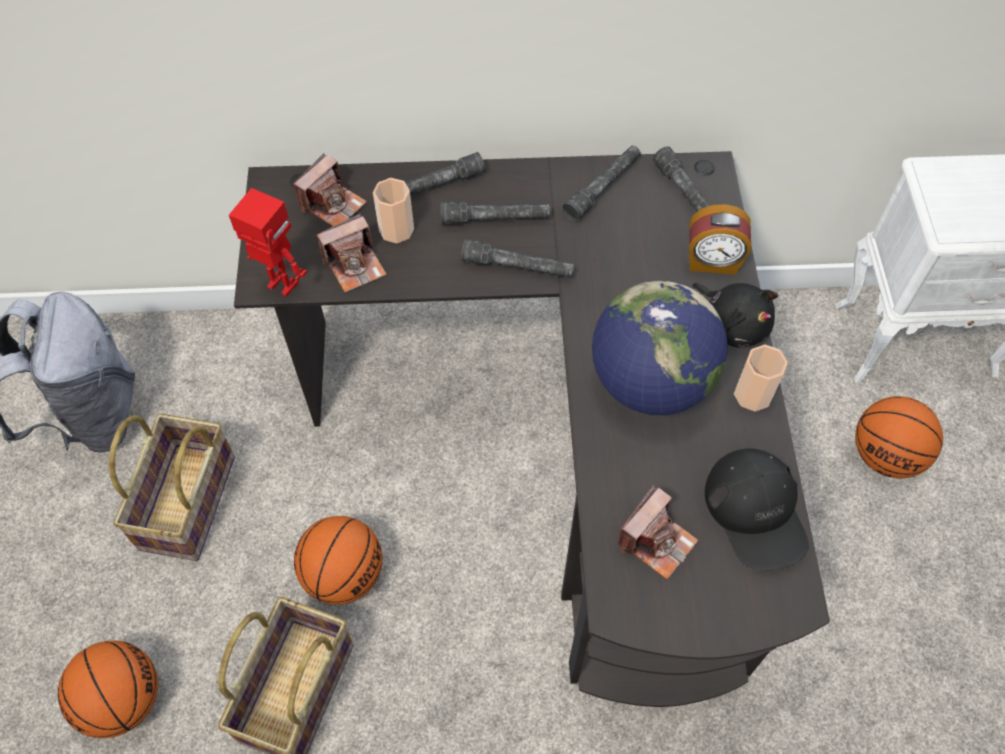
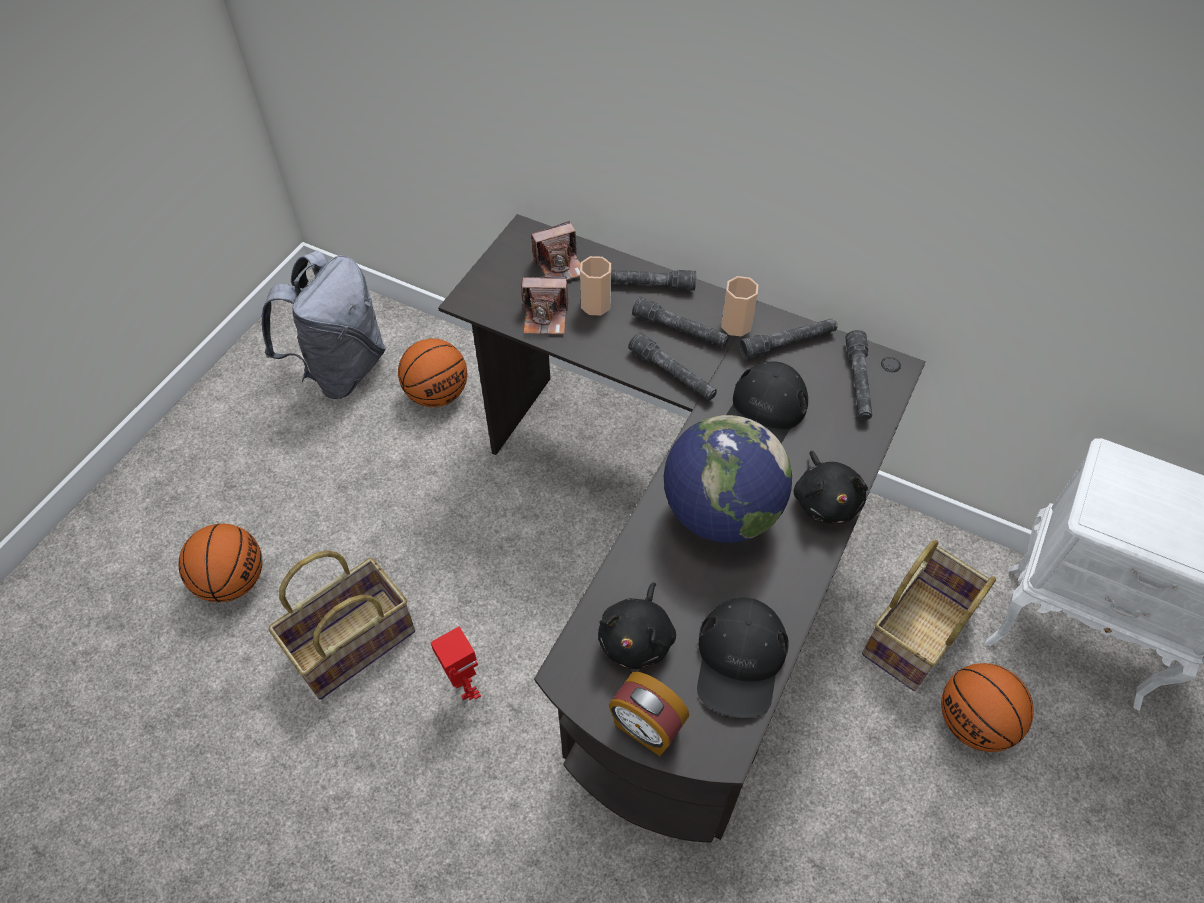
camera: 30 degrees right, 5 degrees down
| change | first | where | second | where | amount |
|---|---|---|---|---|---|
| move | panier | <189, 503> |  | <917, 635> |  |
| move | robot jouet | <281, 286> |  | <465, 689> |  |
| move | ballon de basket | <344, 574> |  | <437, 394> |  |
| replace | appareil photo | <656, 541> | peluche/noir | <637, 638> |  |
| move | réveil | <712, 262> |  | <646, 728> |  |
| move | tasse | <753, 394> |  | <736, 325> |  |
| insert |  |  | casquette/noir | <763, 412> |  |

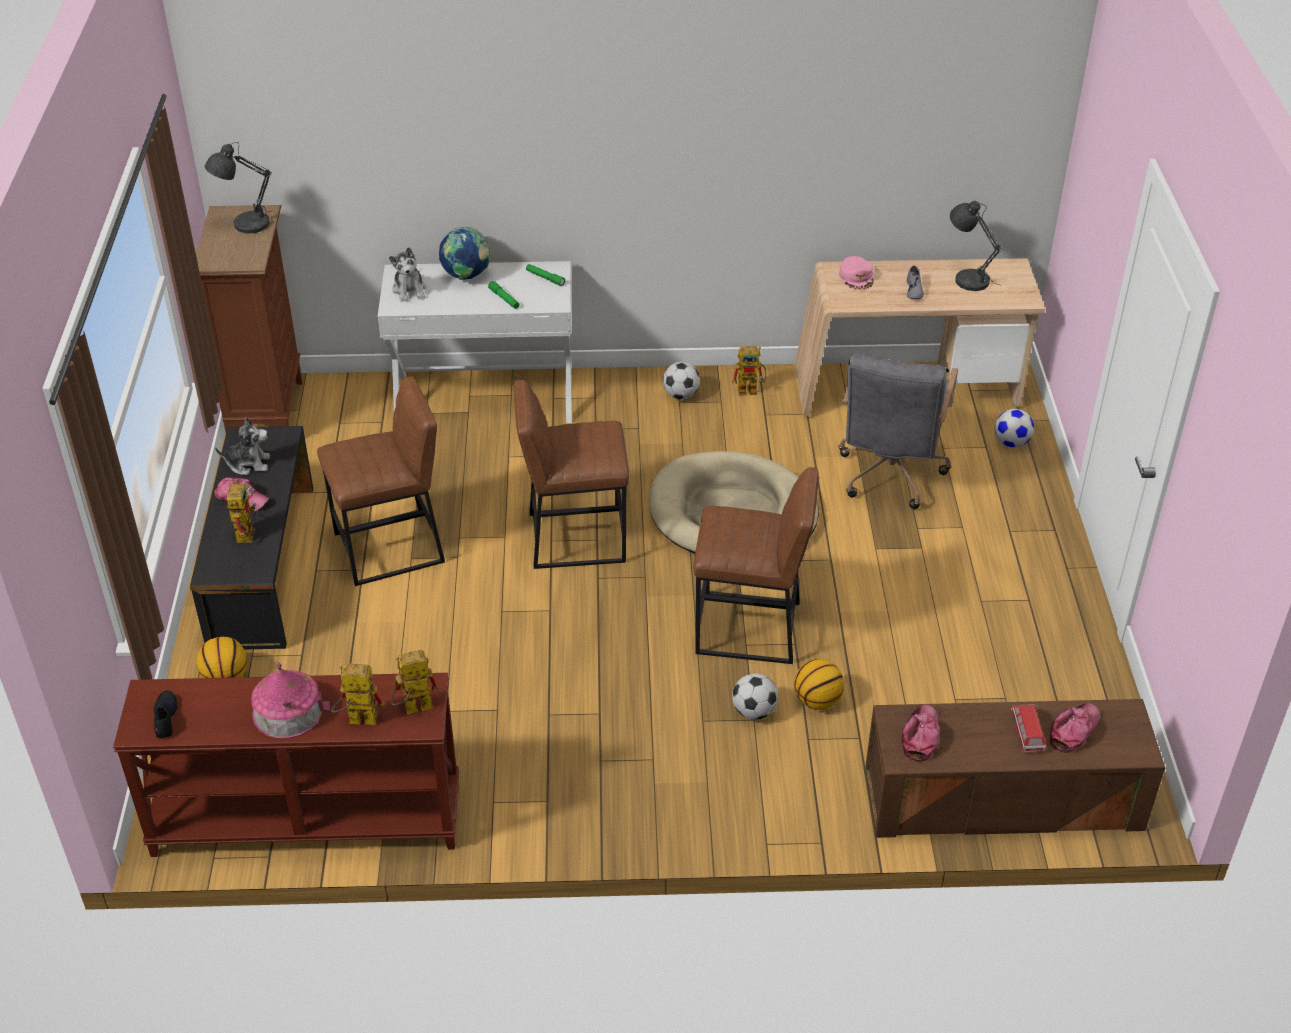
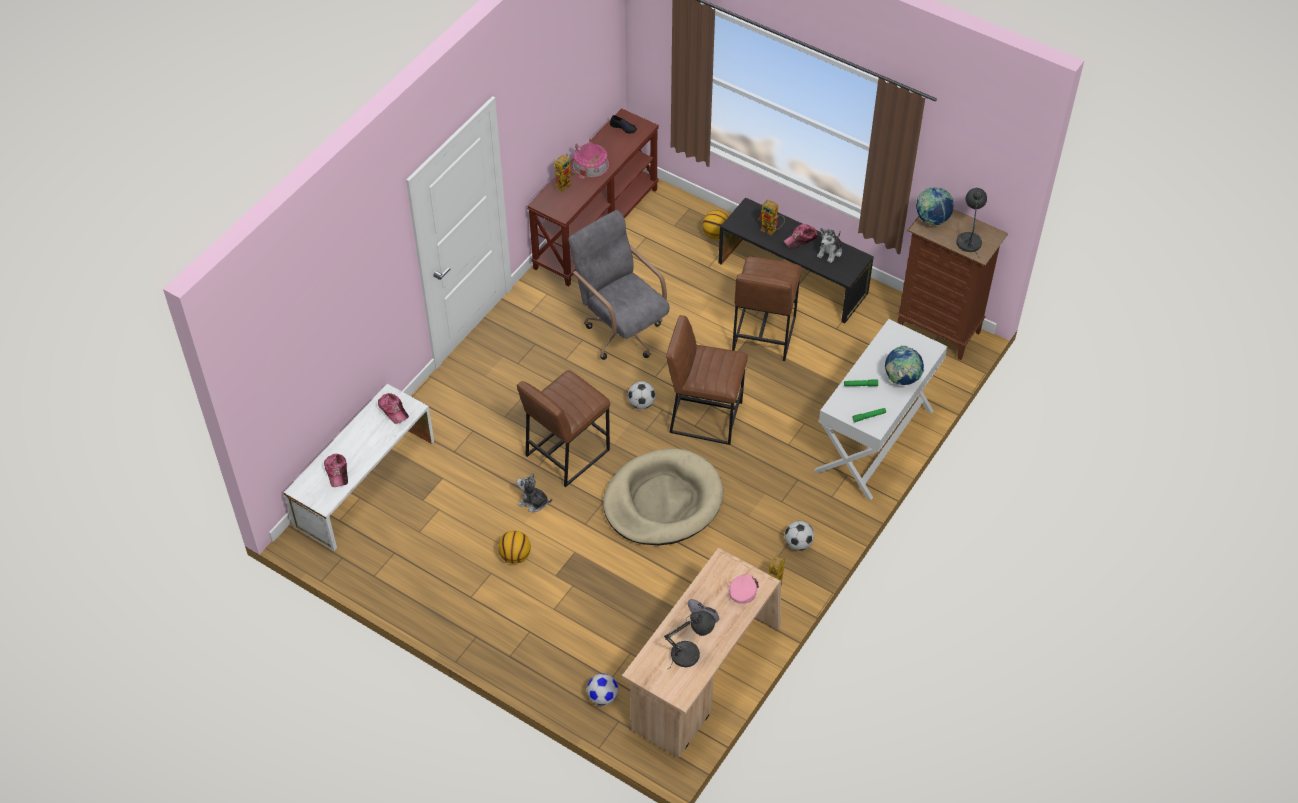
camera: 125 degrees right, 10 degrees up
| change | first | where | second | where | amount |
|---|---|---|---|---|---|
| move | peluche | <409, 290> |  | <533, 502> |  |
| delete | robot jouet | <412, 709> |  |  |  |
| rotate | chaise/marron | <574, 537> |  | <704, 417> | 105 degrees counterclockwise |
| move | ballon de foot | <754, 711> |  | <641, 403> |  |
| move | ballon de basket | <817, 701> |  | <515, 556> |  |
| rotate | casquette/rose | <856, 277> |  | <743, 590> | 90 degrees clockwise |
| move | chaise de bureau/gris | <889, 479> |  | <620, 332> |  |
| recolor | banc/marron | <1001, 801> | banc/blanc | <364, 481> |  |
| delete | petite voiture | <1027, 732> |  |  |  |
| insert |  |  | globe | <931, 219> |  |

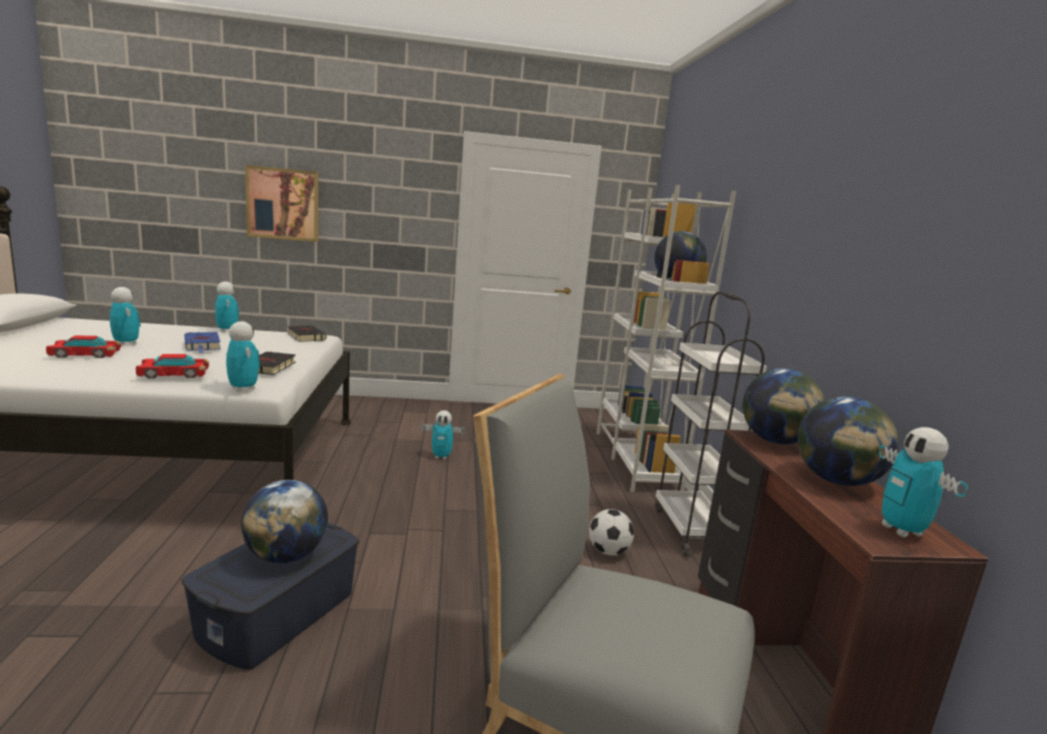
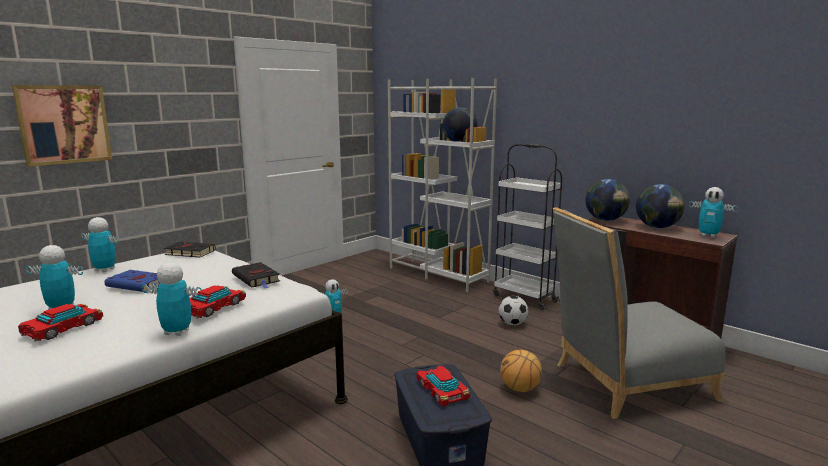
camera: 40 degrees left, 0 degrees up
| change | first | where | second | where | amount |
|---|---|---|---|---|---|
| move | robot jouet | <243, 388> |  | <176, 332> |  |
| replace | globe | <286, 556> | petite voiture | <442, 390> |  |
| insert |  |  | ballon de basket | <520, 389> |  |

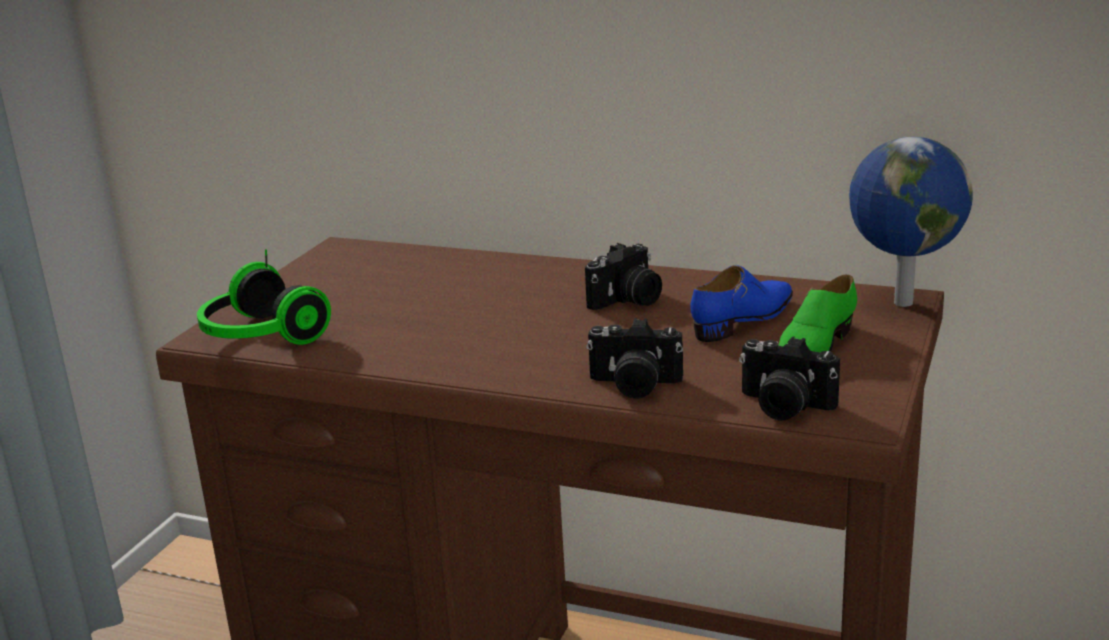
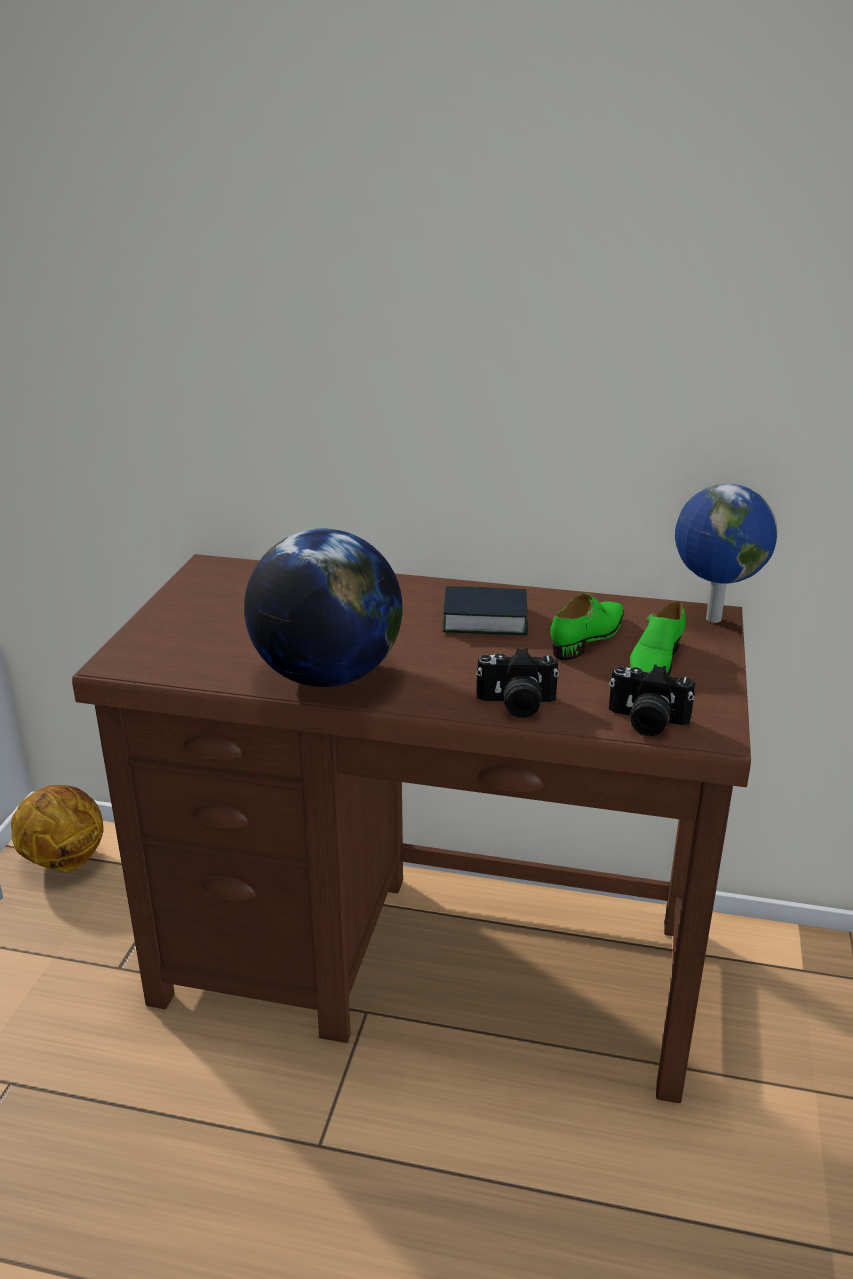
camera: 10 degrees left, 5 degrees up
| change | first | where | second | where | amount |
|---|---|---|---|---|---|
| delete | casque audio | <259, 336> |  |  |  |
| replace | appareil photo | <628, 301> | livre | <484, 619> |  |
| recolor | chaussure/bleu | <745, 319> | chaussure/vert | <589, 637> |  |
| insert |  |  | ballon de basket | <64, 860> |  |
| insert |  |  | globe | <327, 676> |  |

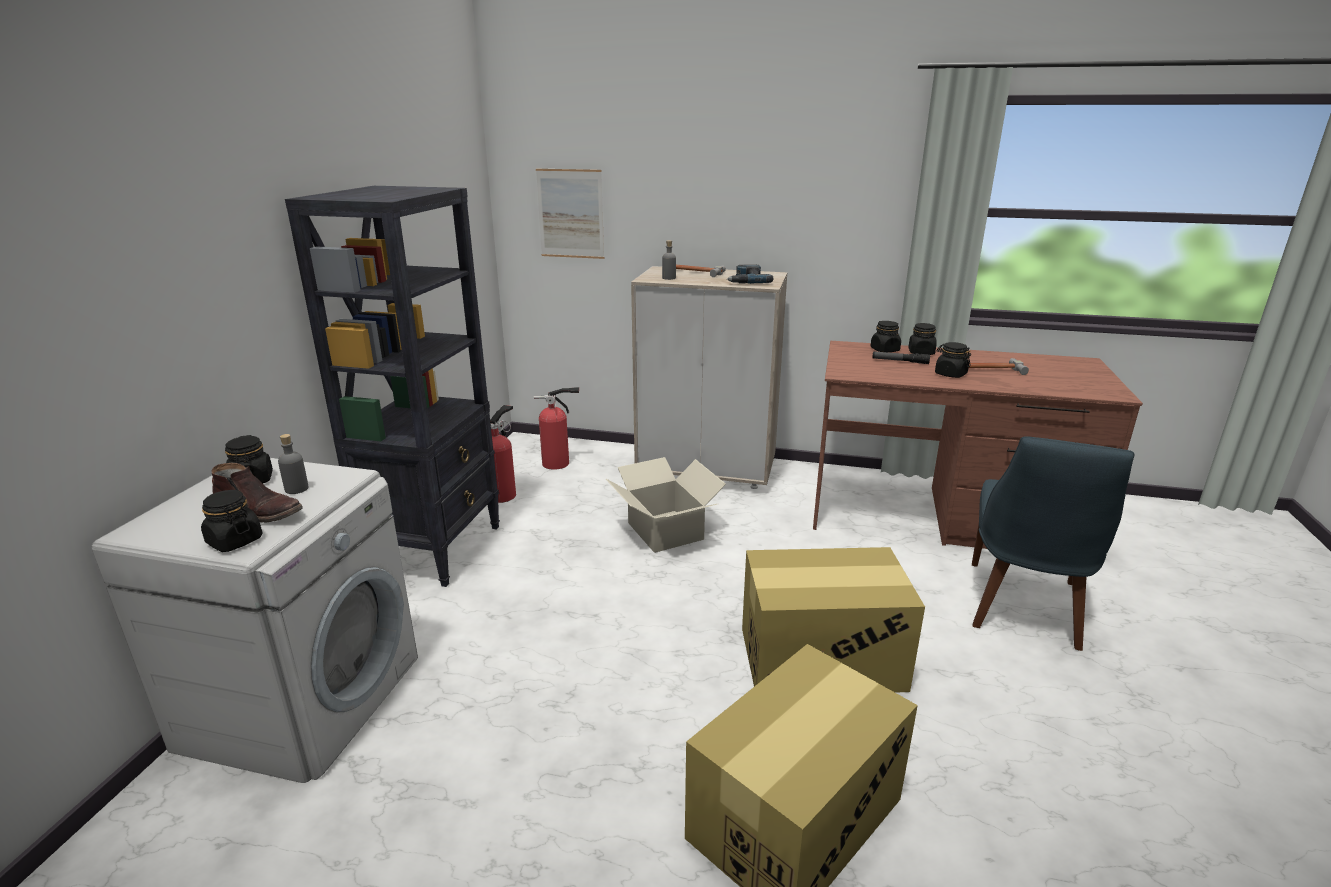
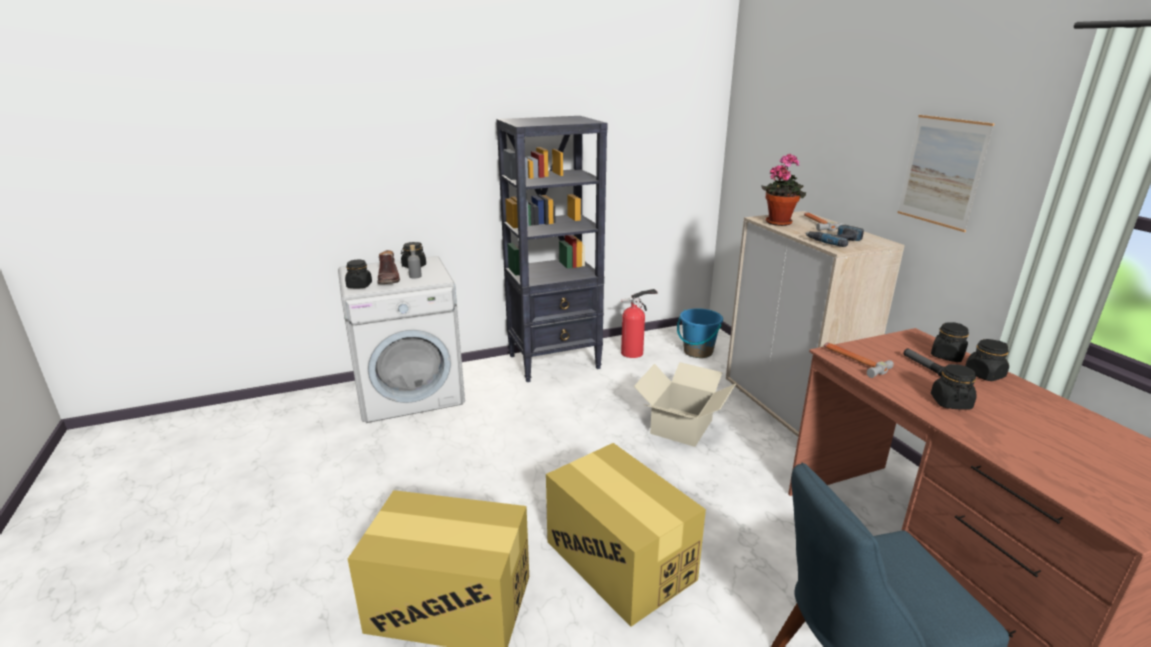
camera: 55 degrees right, 0 degrees up
| change | first | where | second | where | amount |
|---|---|---|---|---|---|
| replace | extincteur | <559, 463> | seau/bleu | <698, 352> |  |
| move | tableau | <570, 214> |  | <942, 172> |  |
| replace | bouteille/gris | <669, 278> | plante en pot | <779, 222> |  |
| move | marteau | <990, 369> |  | <853, 361> |  |

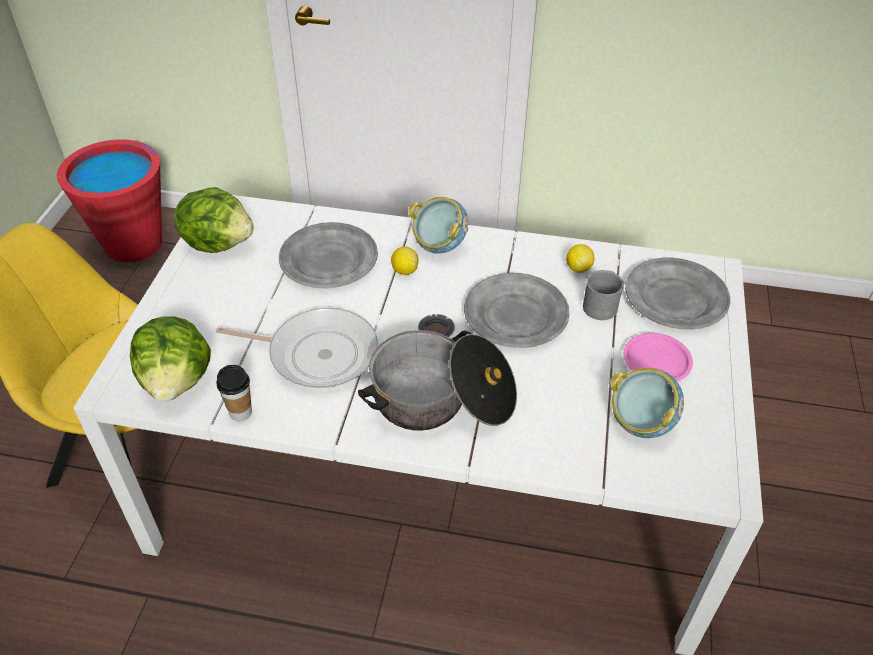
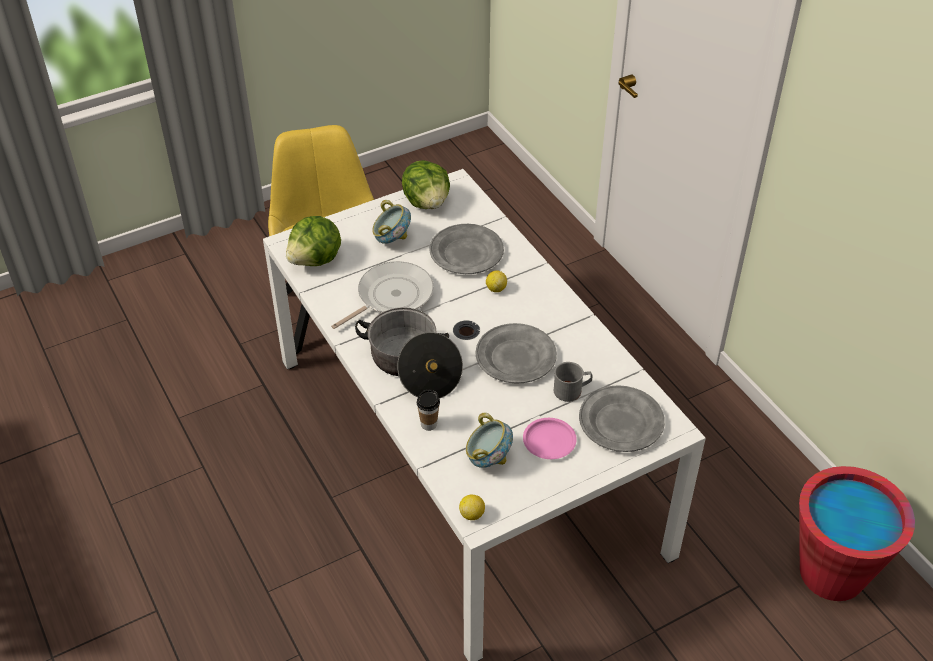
camera: 50 degrees right, 0 degrees up
| change | first | where | second | where | amount |
|---|---|---|---|---|---|
| move | seau/rouge | <133, 244> |  | <832, 573> |  |
| rotate | poêle | <317, 353> |  | <391, 296> | 105 degrees counterclockwise |
| move | tasse | <240, 412> |  | <429, 424> |  |
| move | bol | <439, 246> |  | <392, 239> |  |
| move | citron | <578, 268> |  | <472, 514> |  |

